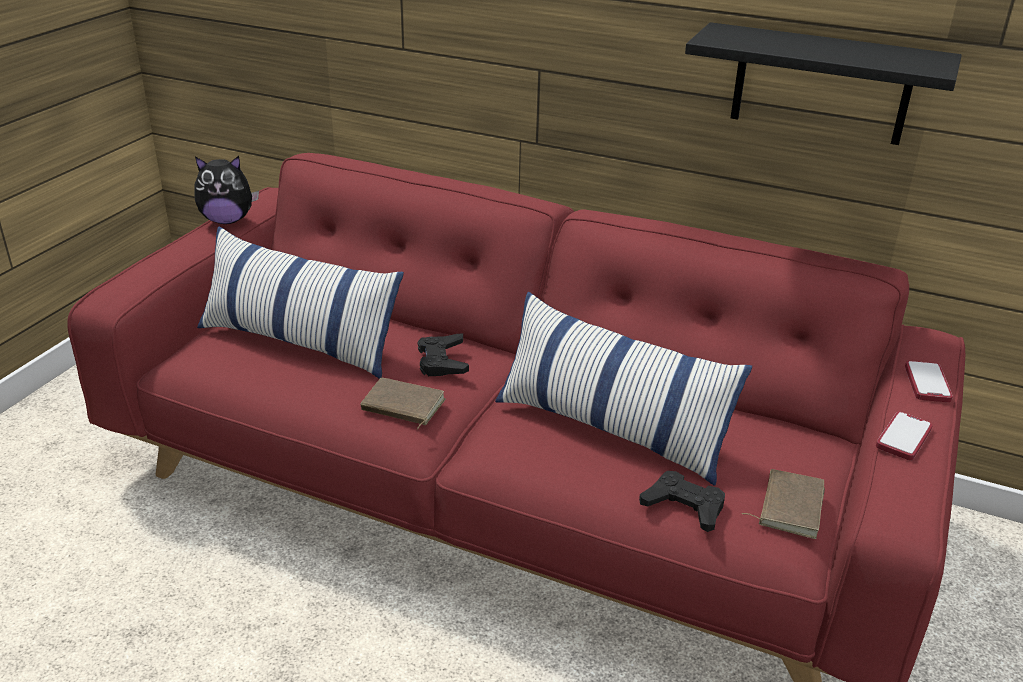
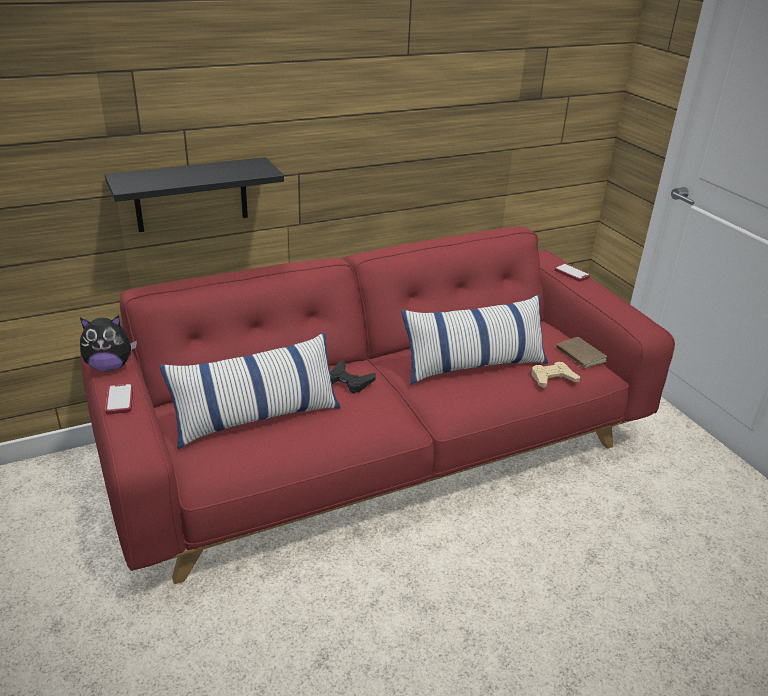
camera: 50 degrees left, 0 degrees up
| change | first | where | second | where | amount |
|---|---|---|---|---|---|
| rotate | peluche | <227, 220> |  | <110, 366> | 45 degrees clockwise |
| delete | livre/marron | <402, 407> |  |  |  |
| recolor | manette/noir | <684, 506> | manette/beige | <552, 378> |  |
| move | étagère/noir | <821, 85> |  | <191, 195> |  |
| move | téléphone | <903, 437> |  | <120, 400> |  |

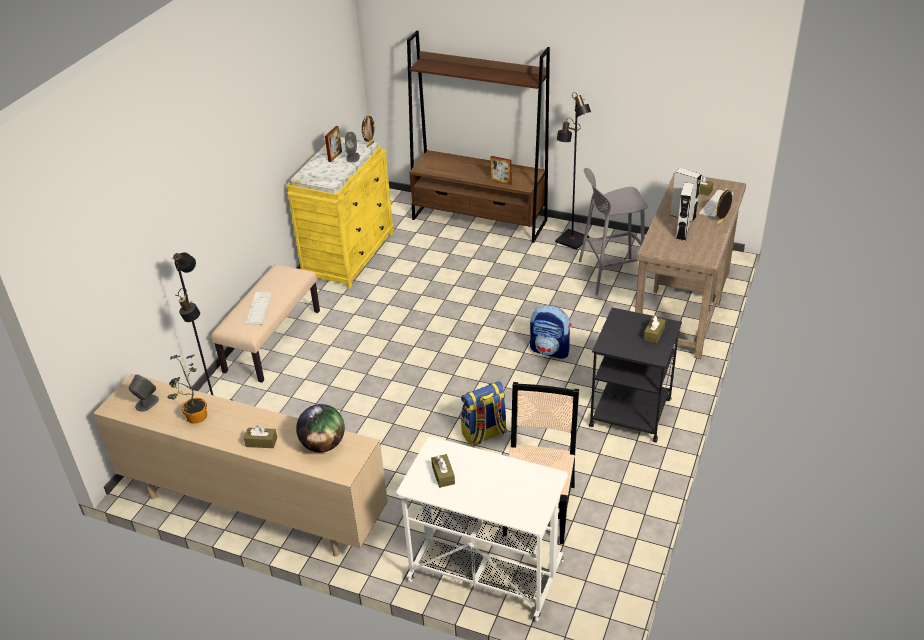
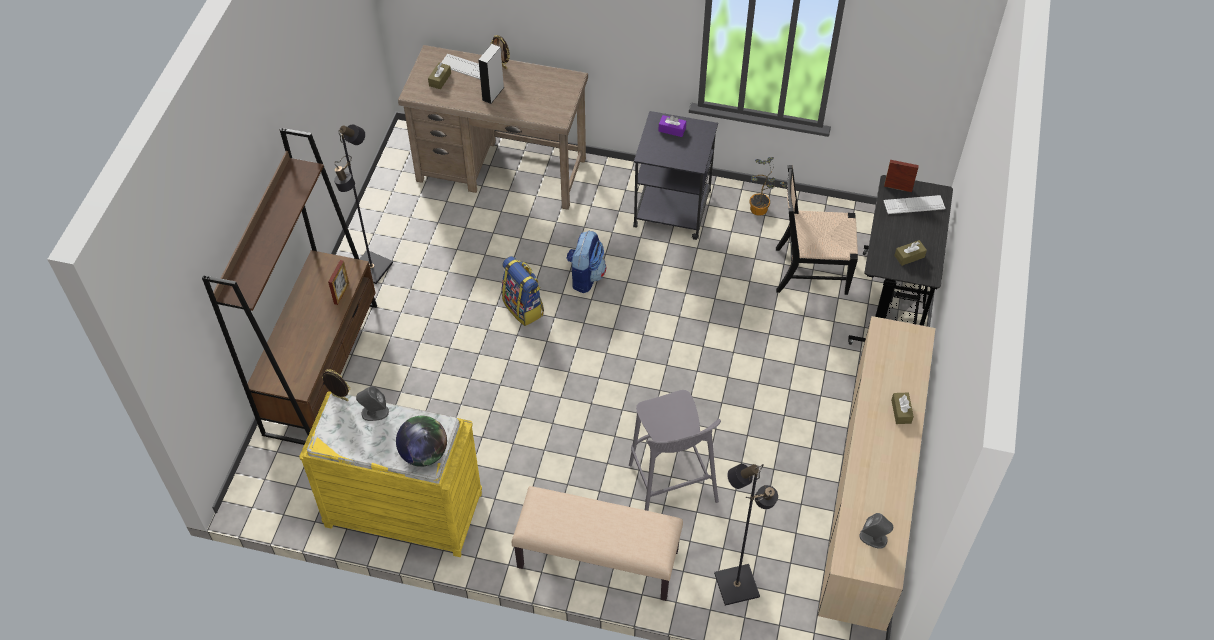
camera: 100 degrees left, 15 degrees up
| change | first | where | second | where | amount |
|---|---|---|---|---|---|
| move | plante en pot | <194, 418> |  | <761, 210> |  |
| move | clavier | <259, 308> |  | <914, 205> |  |
| move | globe | <323, 444> |  | <424, 454> |  |
| move | cadre photo | <335, 156> |  | <898, 188> |  |
| recolor | bureau/blanc | <485, 571> | bureau/noir | <890, 303> |  |
| move | sac à dos | <484, 434> |  | <524, 308> |  |
| move | tabouret/gris | <610, 274> |  | <669, 487> |  |
| recolor | boîte à mouchoirs/marron | <654, 334> | boîte à mouchoirs/violet | <672, 130> |  |
| delete | enceinte/gris | <682, 233> |  |  |  |

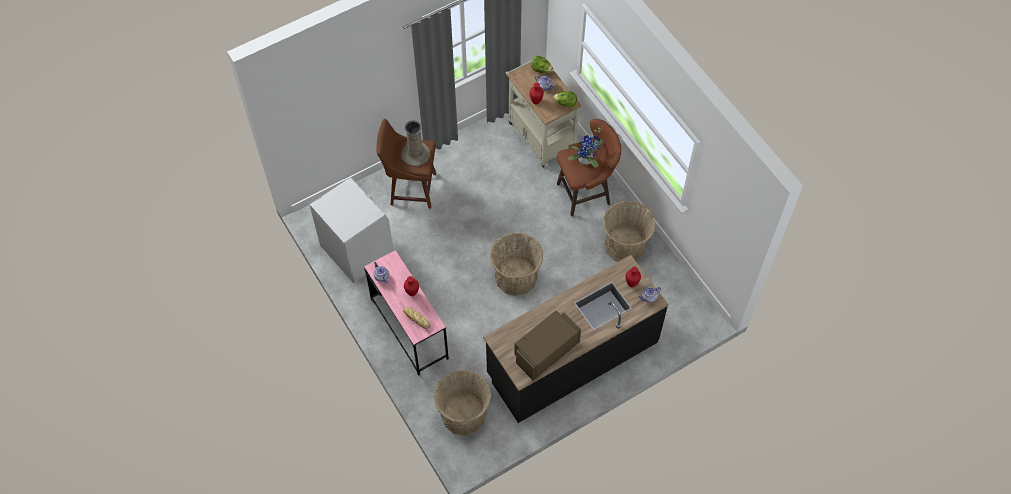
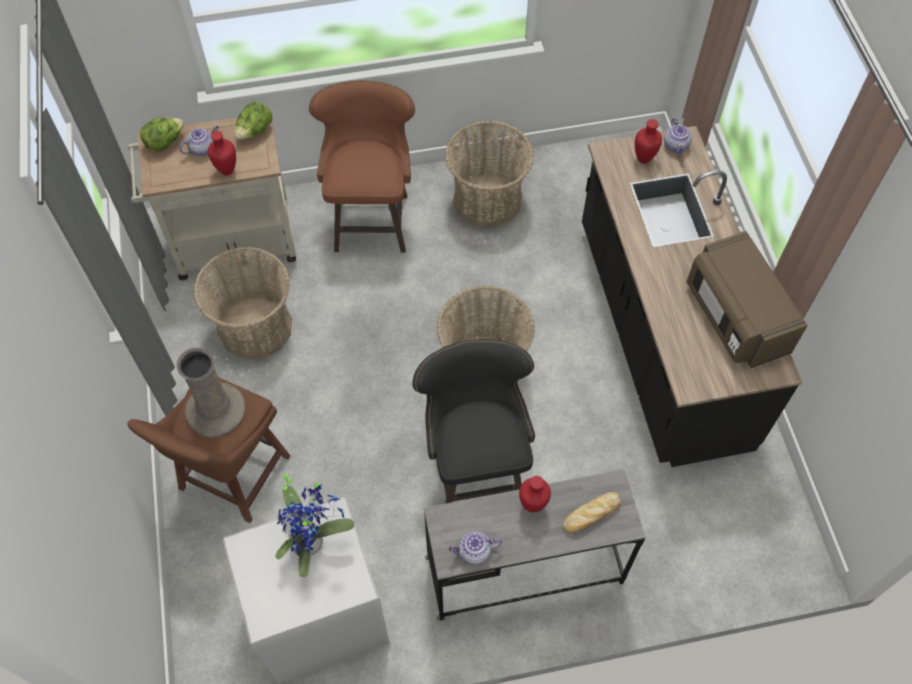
camera: 70 degrees left, 0 degrees up
| change | first | where | second | where | amount |
|---|---|---|---|---|---|
| recolor | bureau/rose | <409, 329> | bureau/gris | <524, 570> |  |
| move | panier | <463, 414> |  | <255, 327> |  |
| move | plante en pot | <586, 161> |  | <311, 540> |  |
| insert |  |  | tabouret/noir | <475, 468> |  |

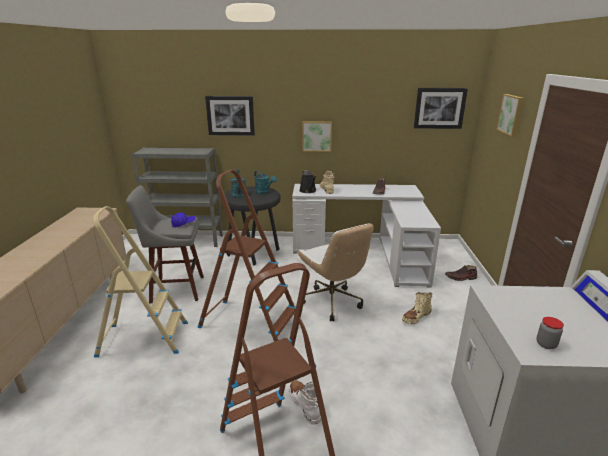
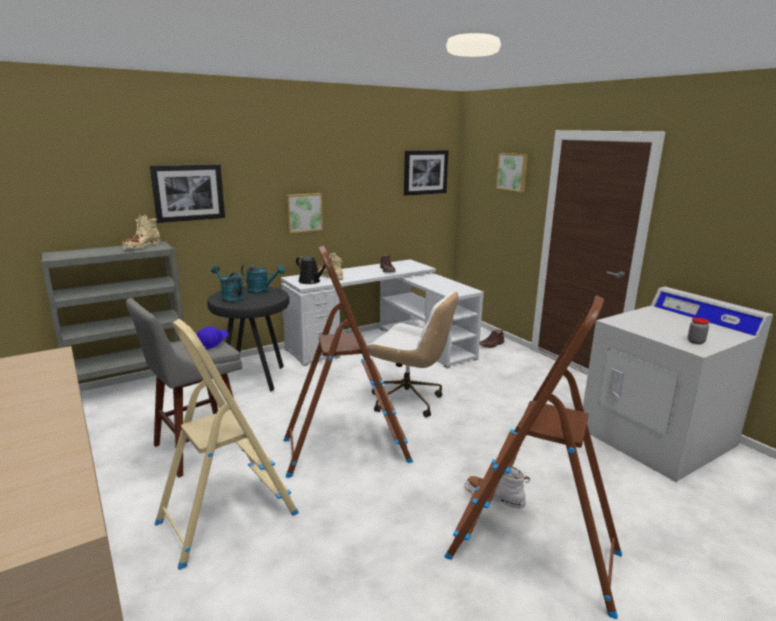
camera: 35 degrees left, 5 degrees down
| change | first | where | second | where | amount |
|---|---|---|---|---|---|
| move | botte/beige | <416, 317> |  | <142, 246> |  |

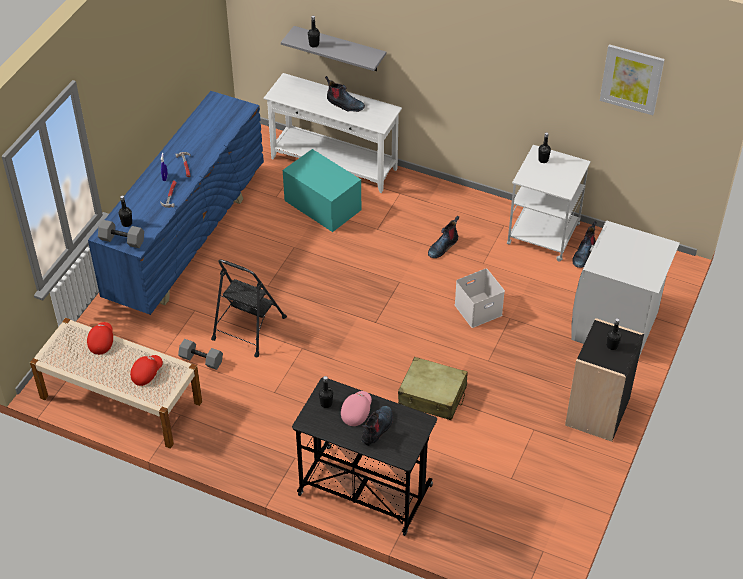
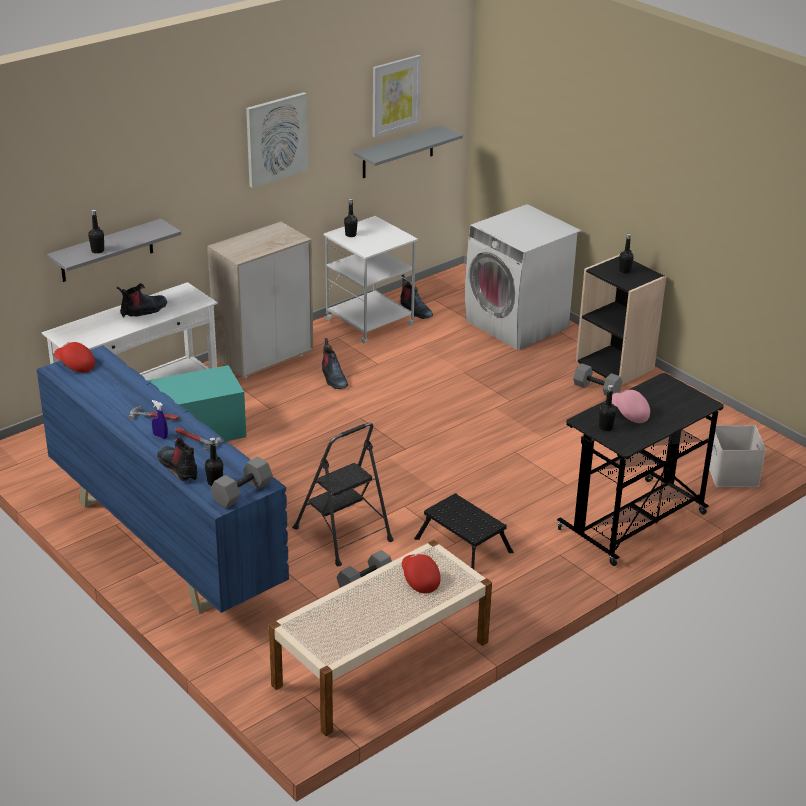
camera: 65 degrees left, 15 degrees down
| change | first | where | second | where | amount |
|---|---|---|---|---|---|
| move | casquette/rouge | <101, 342> |  | <75, 365> |  |
| move | botte | <377, 429> |  | <179, 468> |  |
| delete | valise/beige | <432, 396> |  |  |  |
| move | boîte de rangement/blanc | <478, 310> |  | <734, 474> |  |
| insert |  |  | meuble de rangement/beige | <264, 359> |  |
| insert |  |  | tableau | <276, 139> |  |
| insert |  |  | étagère/gris | <398, 152> |  |
| insert |  |  | escabeau/noir | <463, 545> |  |
| insert |  |  | haltère/gris | <597, 389> |  |

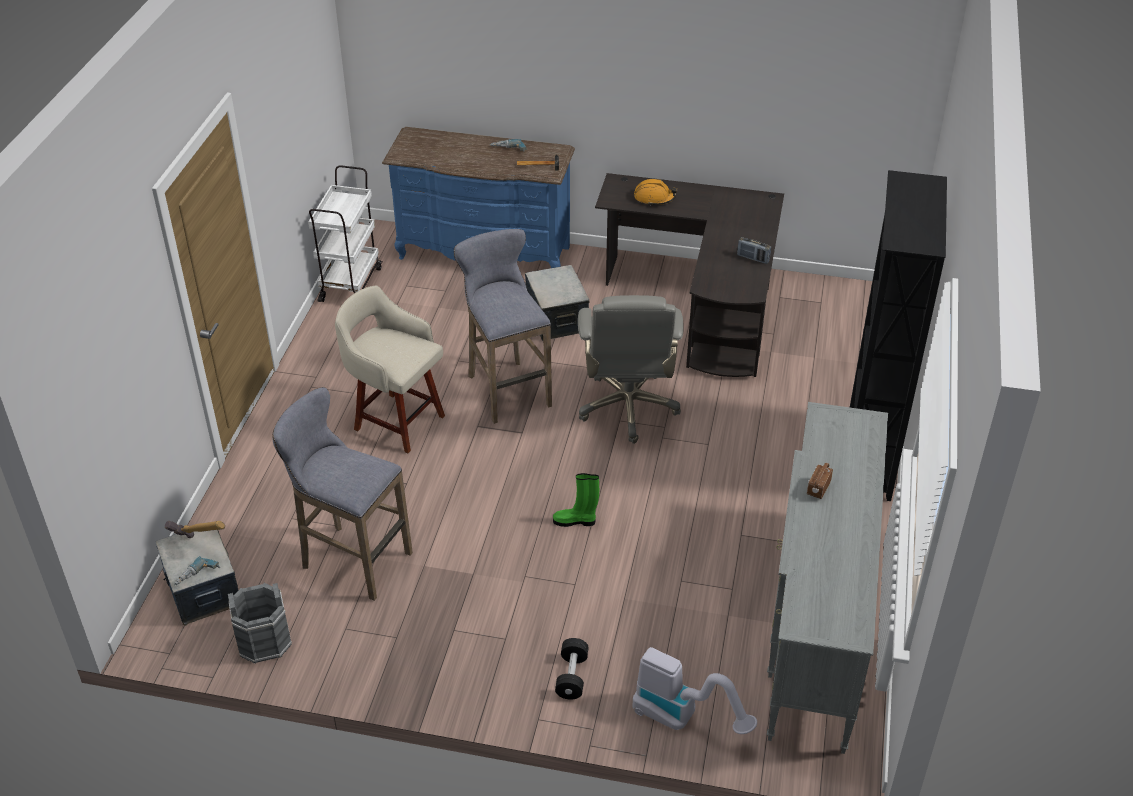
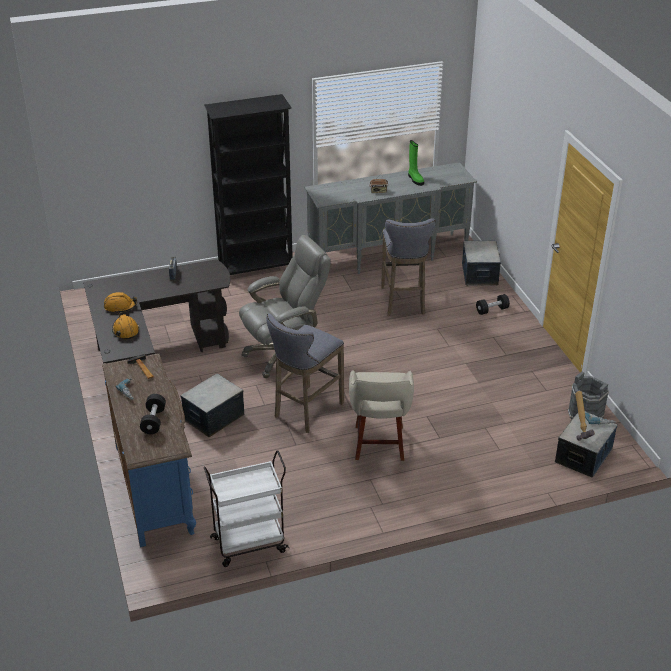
camera: 120 degrees left, 5 degrees down
| change | first | where | second | where | amount |
|---|---|---|---|---|---|
| move | tabouret/gris | <351, 559> |  | <404, 302> |  |
| move | botte/vert | <575, 521> |  | <415, 179> |  |
| replace | aspirateur | <684, 718> | boîte de rangement | <479, 274> |  |
| insert |  |  | casque de chantier/orange | <120, 307> |  |
| insert |  |  | haltère/noir | <153, 421> |  |

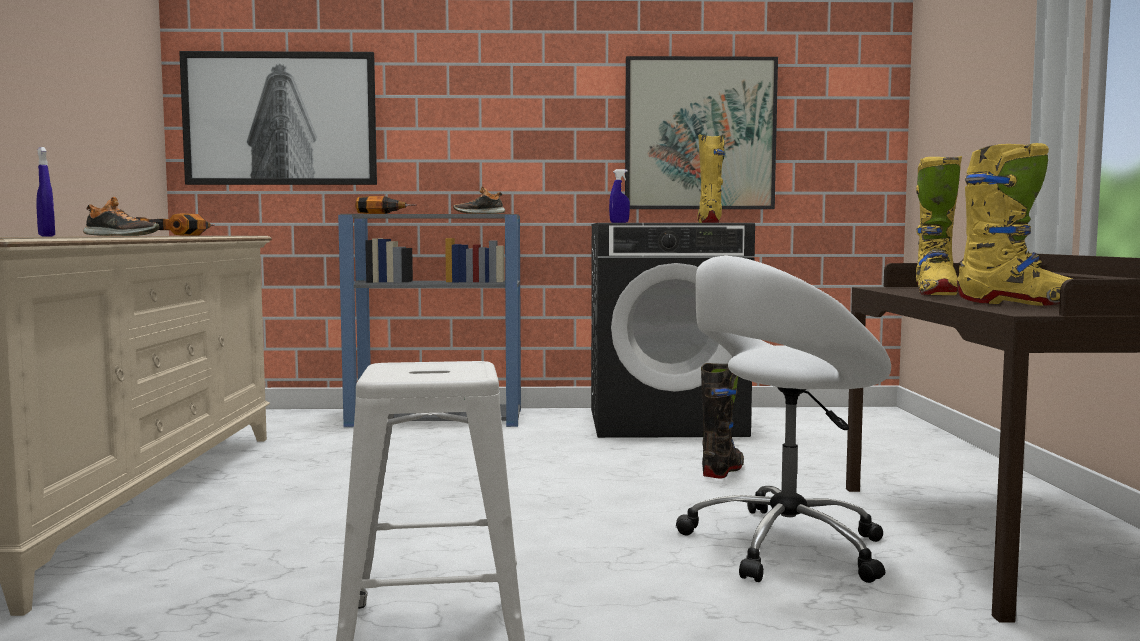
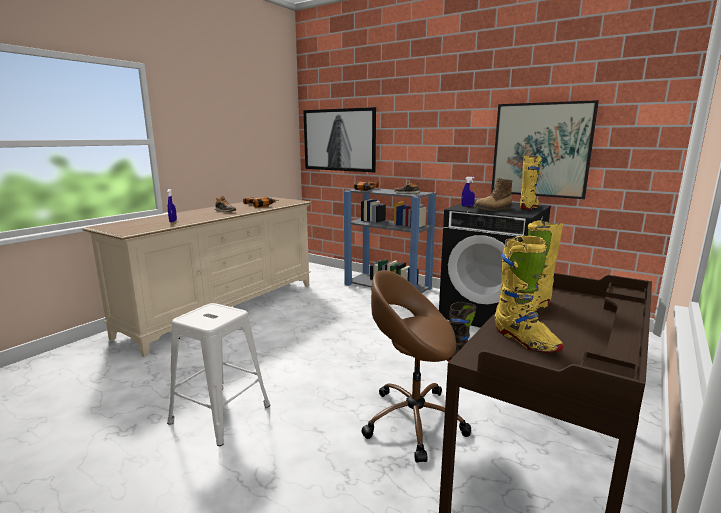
camera: 35 degrees right, 10 degrees up
| change | first | where | second | where | amount |
|---|---|---|---|---|---|
| recolor | chaise de bureau/blanc | <780, 547> | chaise de bureau/marron | <411, 421> |  |
| insert |  |  | botte | <493, 209> |  |

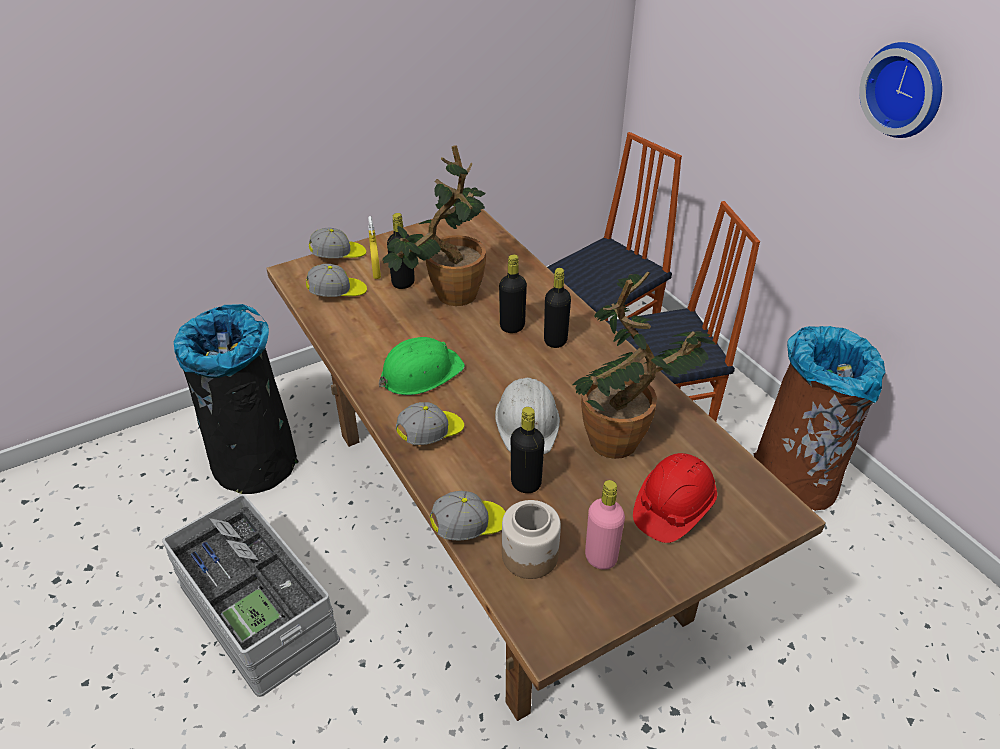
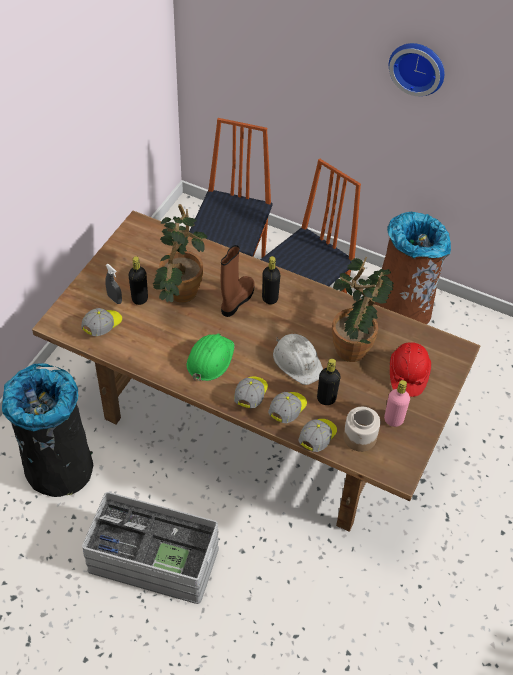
camera: 35 degrees left, 10 degrees up
| change | first | where | second | where | amount |
|---|---|---|---|---|---|
| move | casquette | <338, 255> |  | <288, 410> |  |
| recolor | vaporisateur/jaune | <376, 273> | vaporisateur/gris | <114, 299> |  |
| replace | bouteille/noir | <512, 327> | botte/marron | <236, 300> |  |

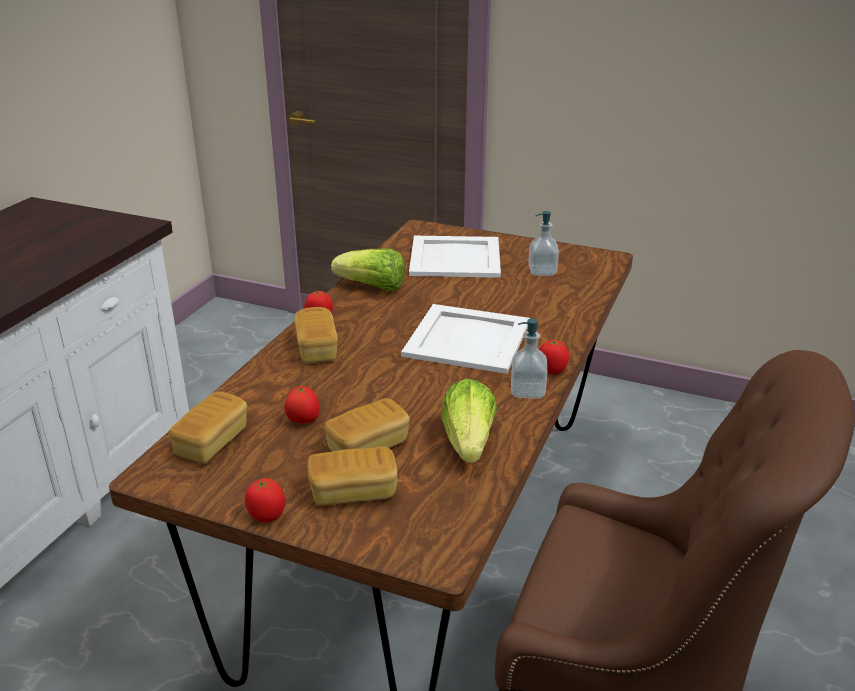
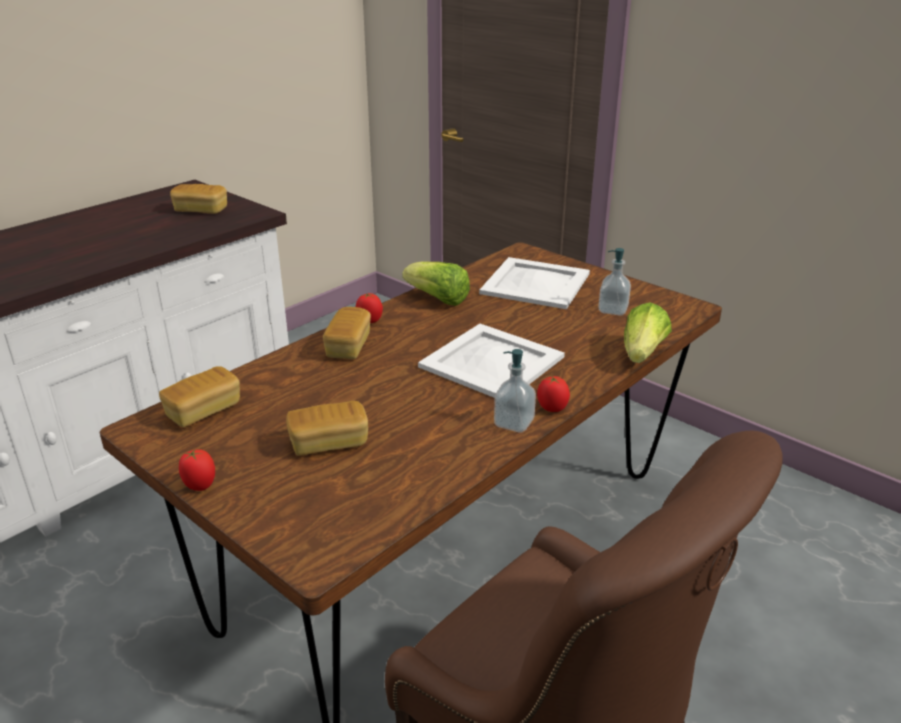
camera: 20 degrees right, 0 degrees up
| change | first | where | second | where | amount |
|---|---|---|---|---|---|
| delete | tomate | <303, 421> |  |  |  |
| move | pain | <353, 492> |  | <201, 210> |  |
| move | laitue | <468, 442> |  | <642, 354> |  |

